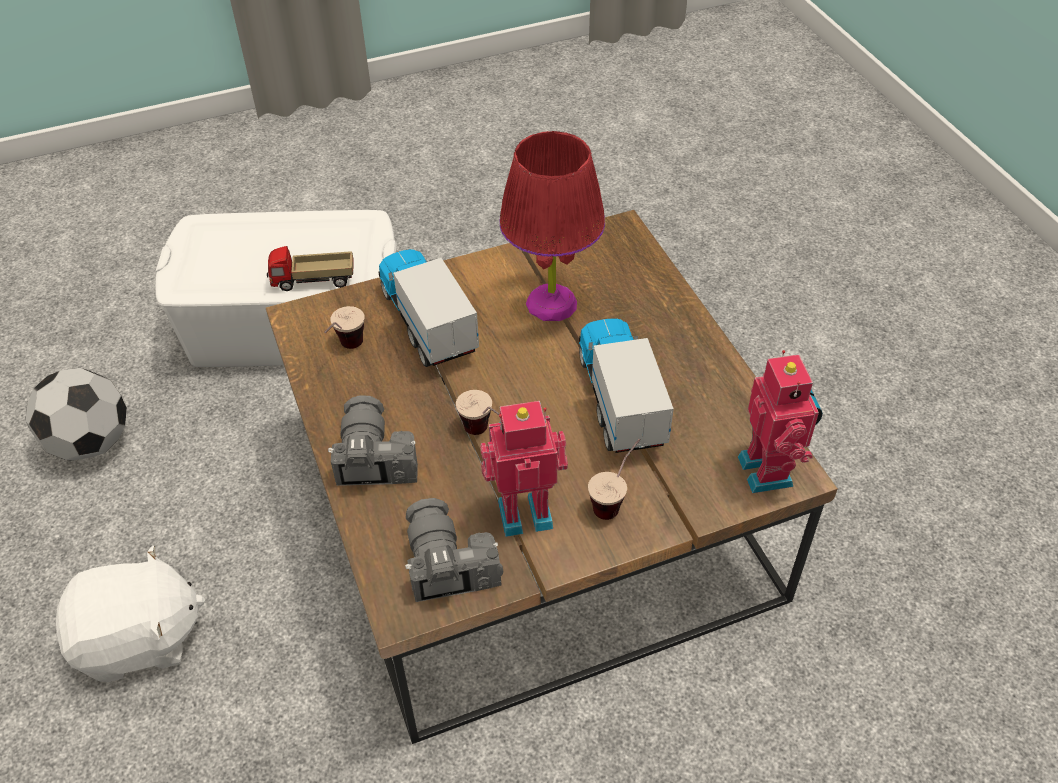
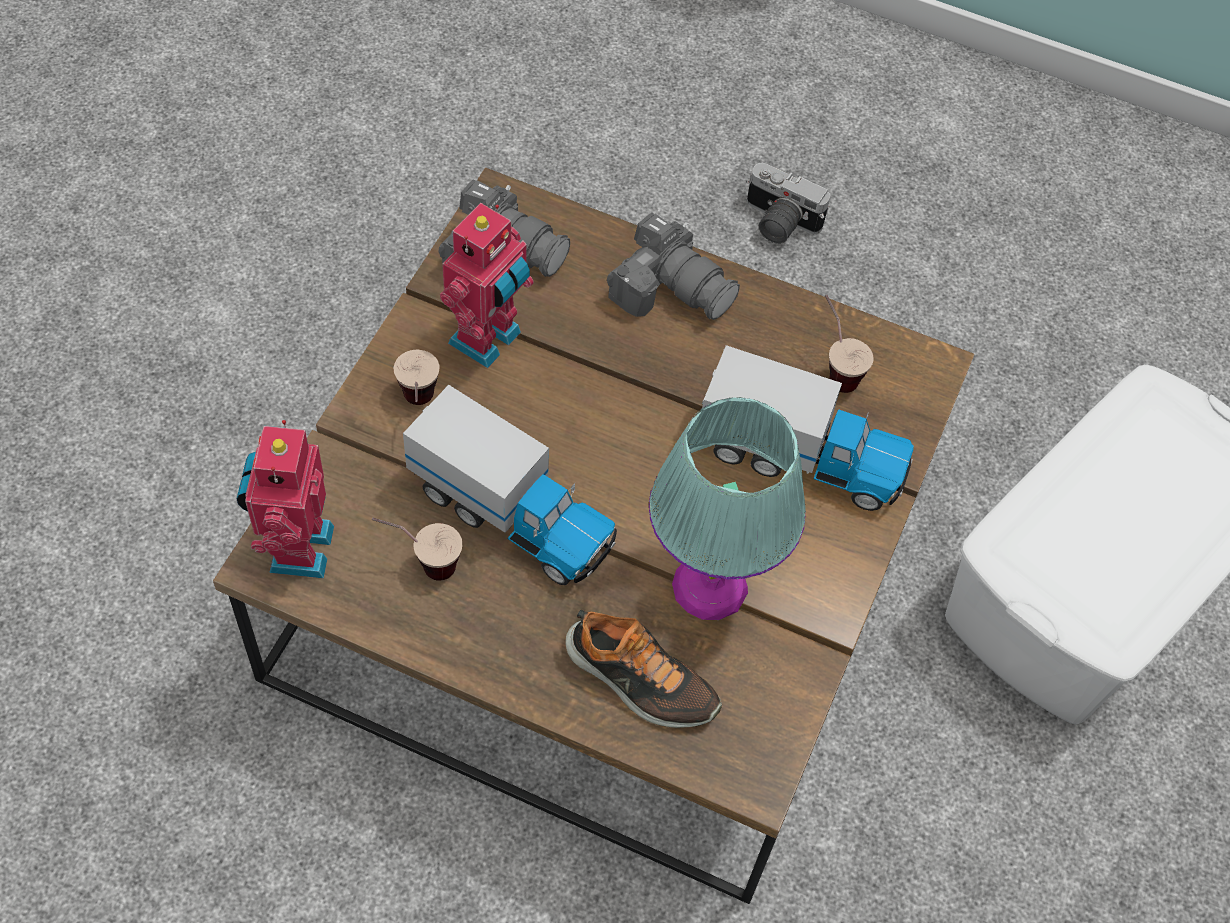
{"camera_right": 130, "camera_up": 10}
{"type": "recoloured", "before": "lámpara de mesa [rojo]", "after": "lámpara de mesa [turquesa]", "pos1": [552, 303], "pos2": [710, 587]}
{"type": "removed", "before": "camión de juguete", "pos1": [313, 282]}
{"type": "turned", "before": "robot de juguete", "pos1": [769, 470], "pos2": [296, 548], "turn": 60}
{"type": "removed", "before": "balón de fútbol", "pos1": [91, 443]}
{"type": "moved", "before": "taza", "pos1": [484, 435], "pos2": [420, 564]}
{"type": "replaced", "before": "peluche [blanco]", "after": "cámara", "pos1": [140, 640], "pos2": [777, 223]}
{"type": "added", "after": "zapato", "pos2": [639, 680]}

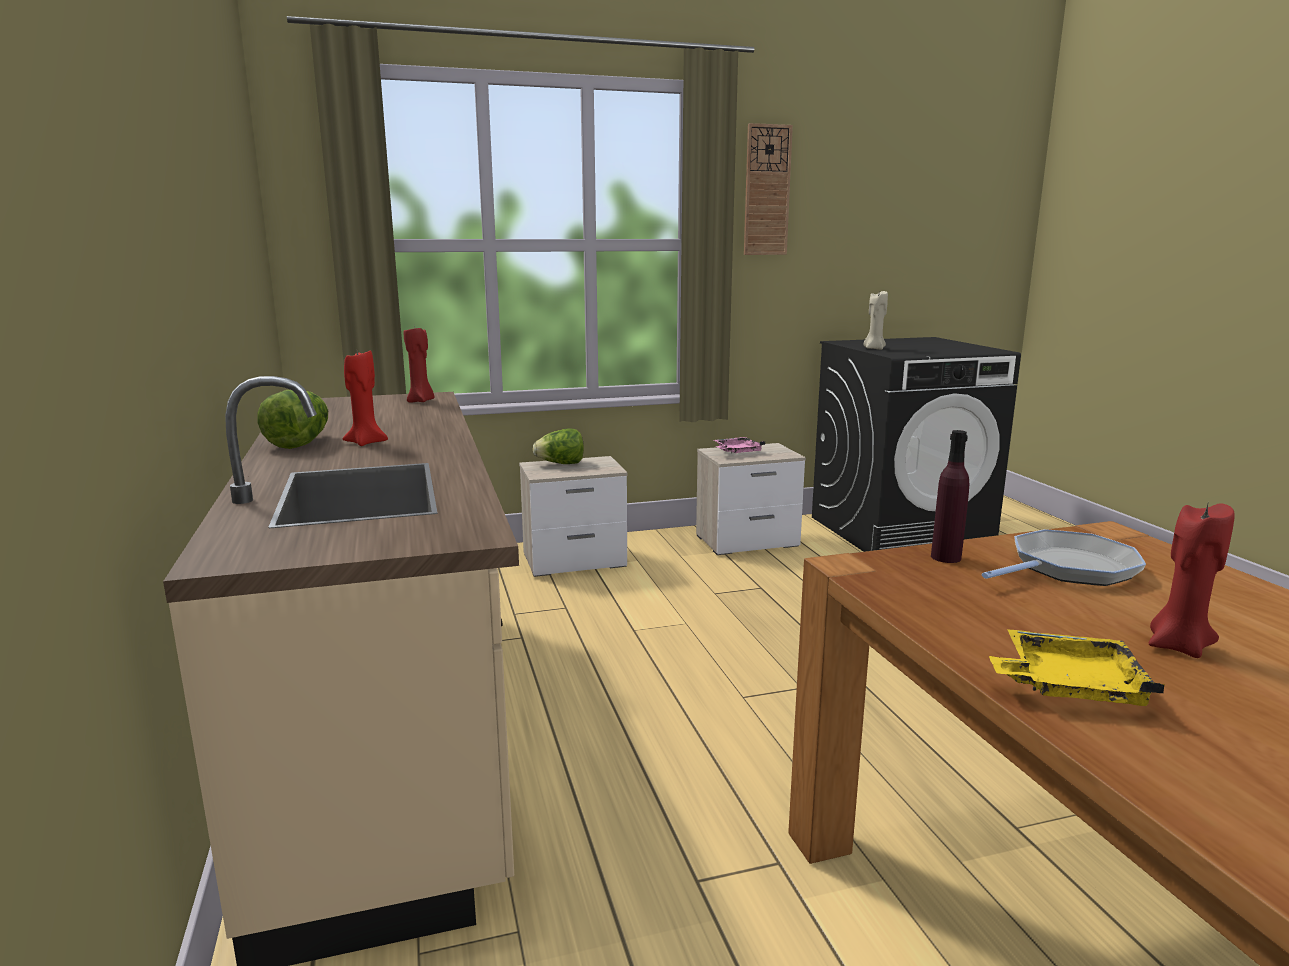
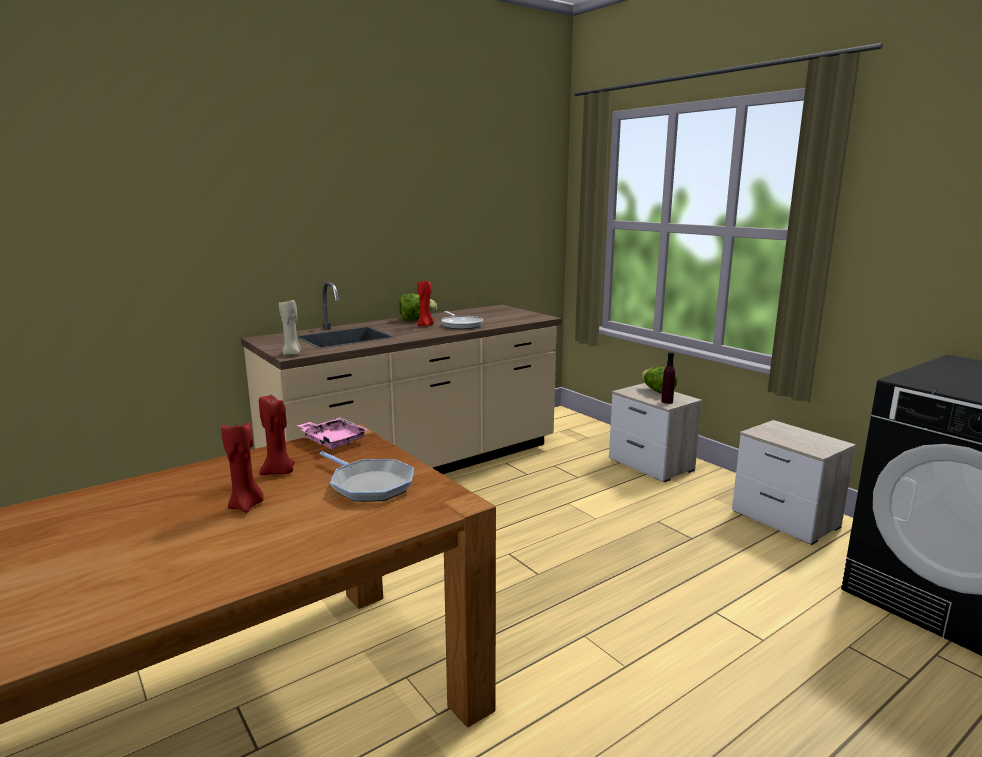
{"camera_right": 70, "camera_up": 0}
{"type": "removed", "before": "reloj de pared", "pos1": [767, 191]}
{"type": "moved", "before": "vela [beis]", "pos1": [874, 348], "pos2": [292, 353]}
{"type": "moved", "before": "vela [rojo]", "pos1": [421, 401], "pos2": [279, 472]}
{"type": "moved", "before": "botella [morado]", "pos1": [946, 557], "pos2": [667, 401]}
{"type": "moved", "before": "bandeja [rosa]", "pos1": [737, 452], "pos2": [333, 440]}
{"type": "removed", "before": "bandeja [amarillo]", "pos1": [1068, 685]}
{"type": "added", "after": "sartén", "pos2": [461, 324]}

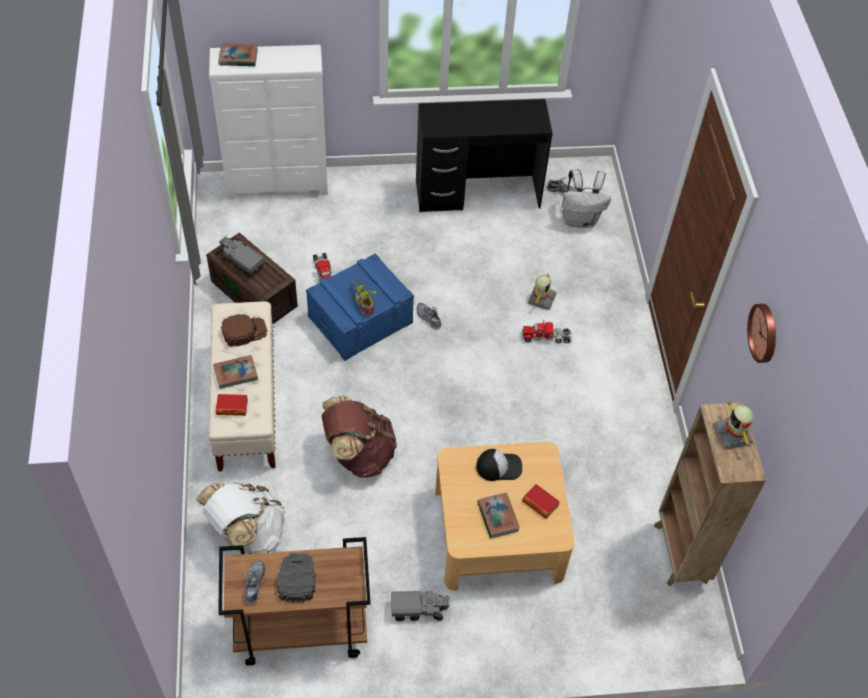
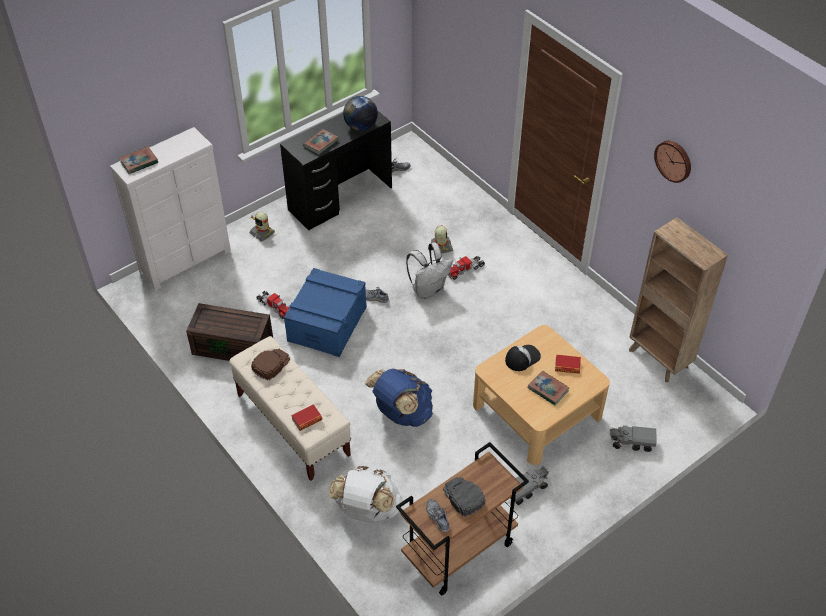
{"camera_right": -30, "camera_up": -5}
{"type": "moved", "before": "mochila [blanco]", "pos1": [580, 220], "pos2": [428, 289]}
{"type": "moved", "before": "camión de juguete", "pos1": [241, 262], "pos2": [631, 442]}
{"type": "removed", "before": "zapato", "pos1": [362, 300]}
{"type": "moved", "before": "libro", "pos1": [236, 373], "pos2": [321, 143]}
{"type": "recoloured", "before": "mochila [marrón]", "after": "mochila [azul]", "pos1": [358, 454], "pos2": [401, 413]}
{"type": "moved", "before": "robot de juguete", "pos1": [733, 434], "pos2": [262, 233]}
{"type": "added", "after": "globo terráqueo", "pos2": [361, 127]}

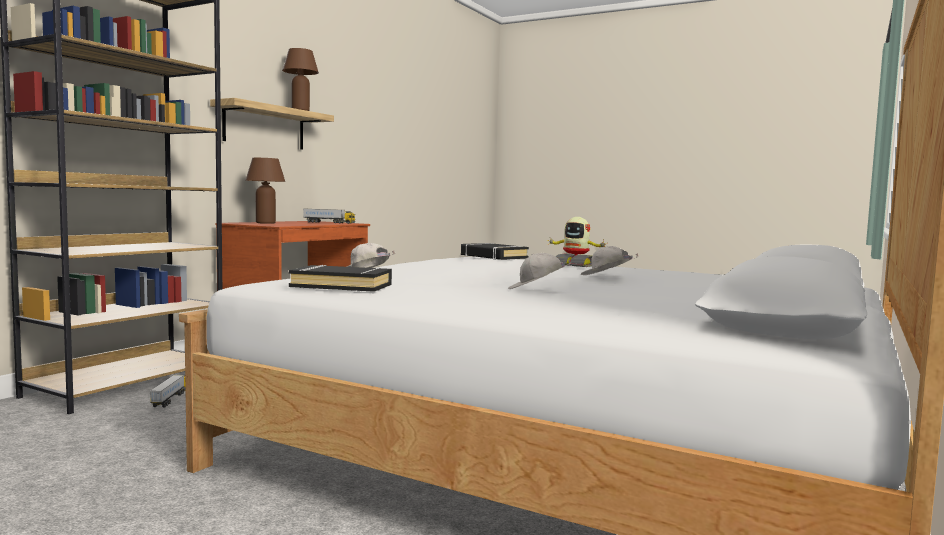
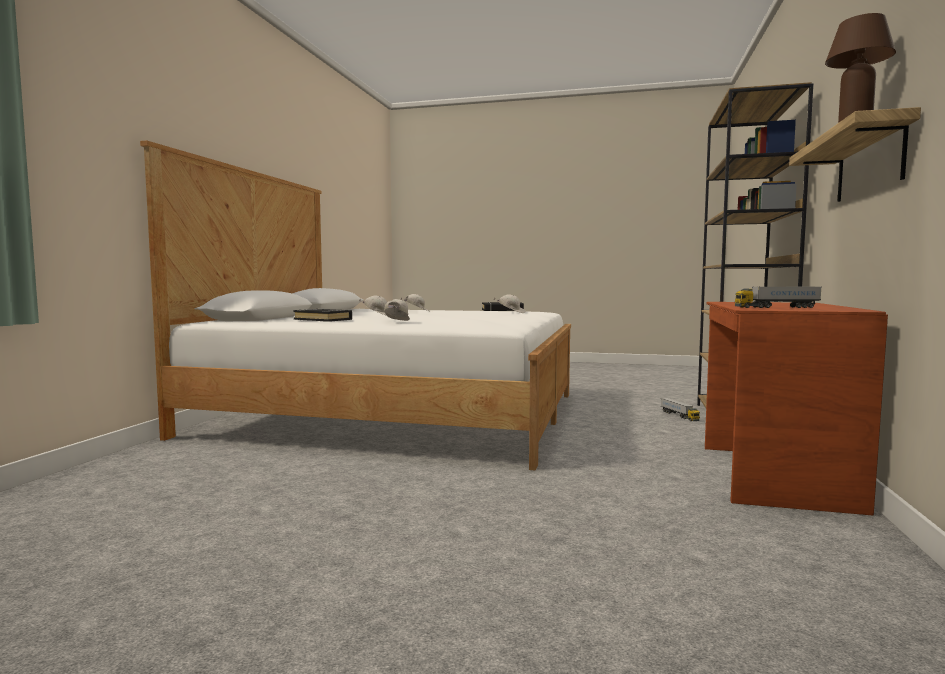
{"camera_right": 165, "camera_up": 0}
{"type": "removed", "before": "lámpara de mesa [marrón]", "pos1": [265, 223]}
{"type": "replaced", "before": "robot de juguete", "after": "gorra [blanco]", "pos1": [575, 265], "pos2": [396, 321]}
{"type": "moved", "before": "libro [negro]", "pos1": [493, 257], "pos2": [323, 319]}

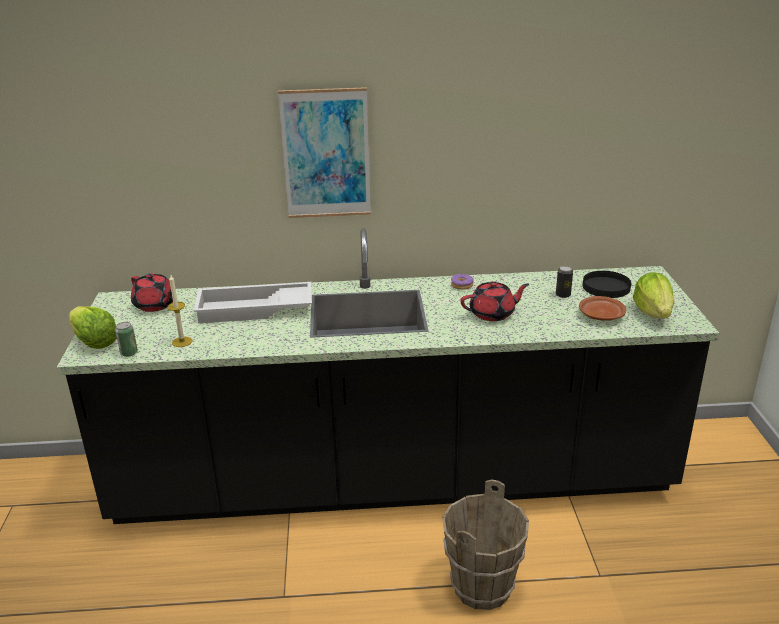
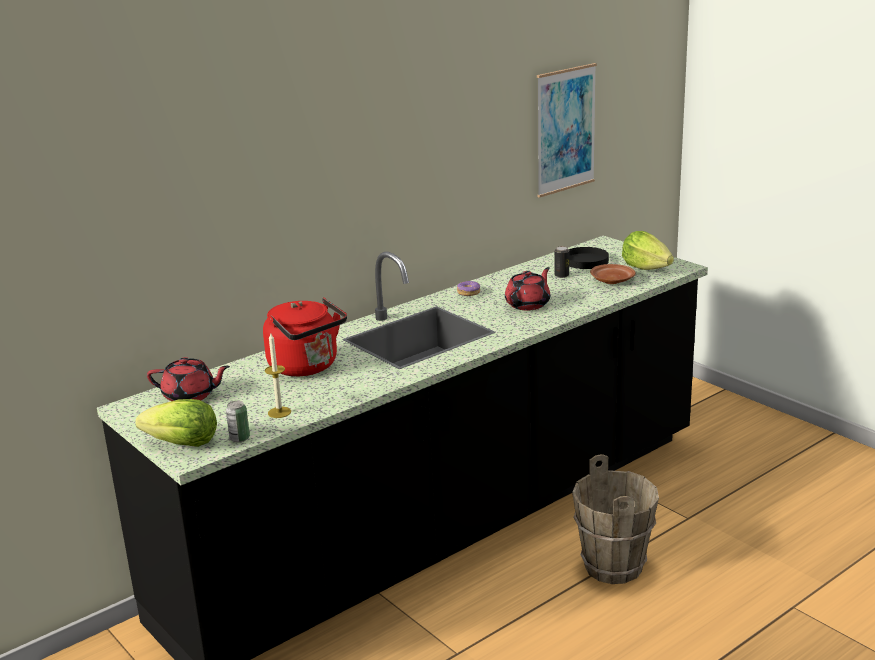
{"camera_right": -35, "camera_up": -5}
{"type": "moved", "before": "cuadro", "pos1": [326, 154], "pos2": [565, 130]}
{"type": "replaced", "before": "bandeja [blanco]", "after": "hervidor [rojo]", "pos1": [254, 310], "pos2": [307, 367]}

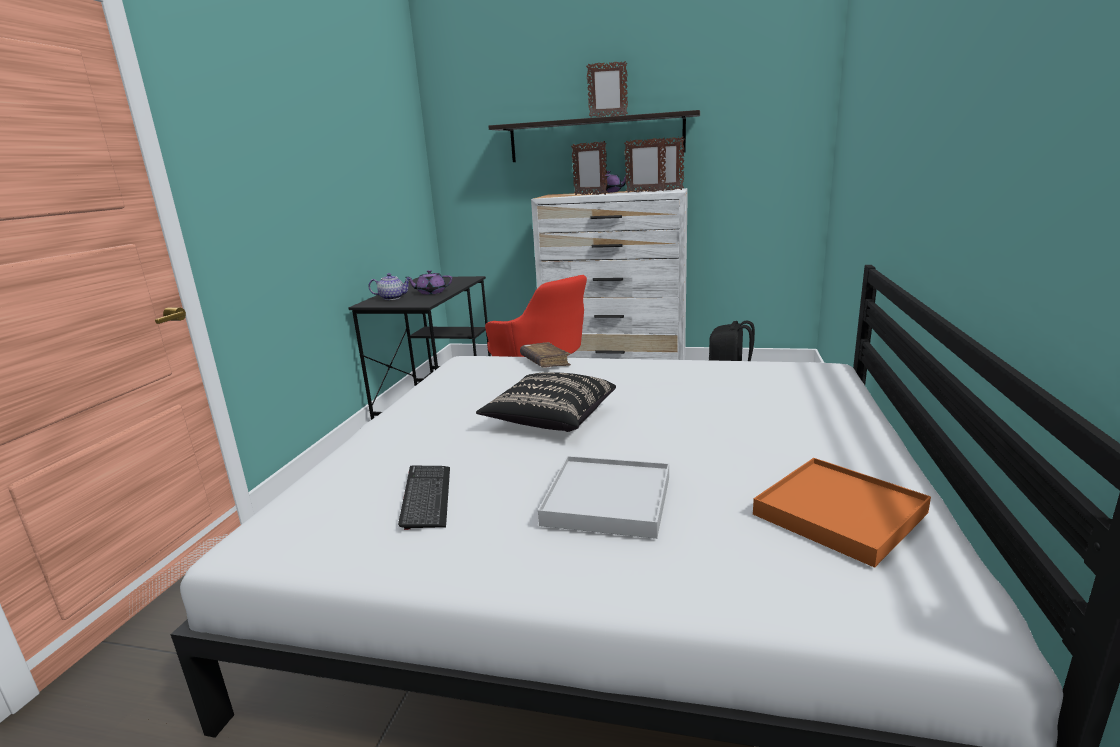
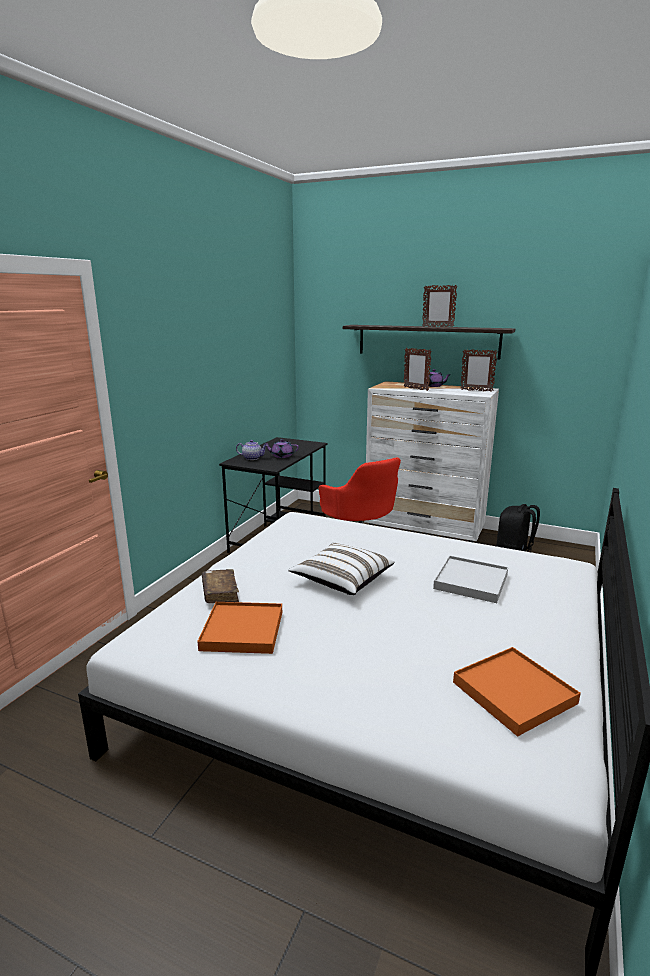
{"camera_right": 10, "camera_up": 0}
{"type": "removed", "before": "portarretratos", "pos1": [645, 192]}
{"type": "moved", "before": "libro [marrón]", "pos1": [545, 362], "pos2": [220, 592]}
{"type": "recoloured", "before": "cojín [negro]", "after": "cojín [blanco]", "pos1": [550, 419], "pos2": [342, 580]}
{"type": "moved", "before": "bandeja [blanco]", "pos1": [607, 501], "pos2": [470, 582]}
{"type": "replaced", "before": "teclado", "after": "bandeja [naranja]", "pos1": [427, 497], "pos2": [242, 630]}

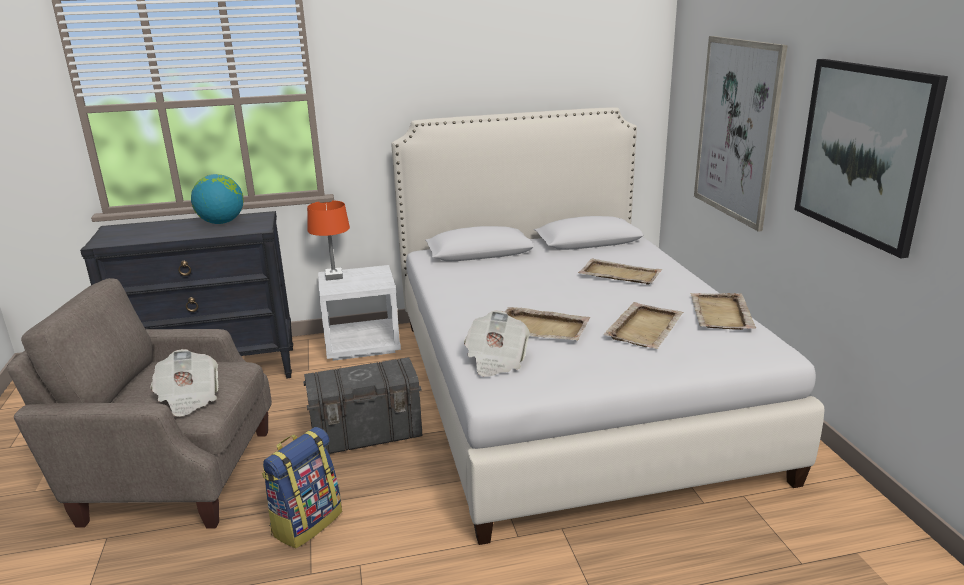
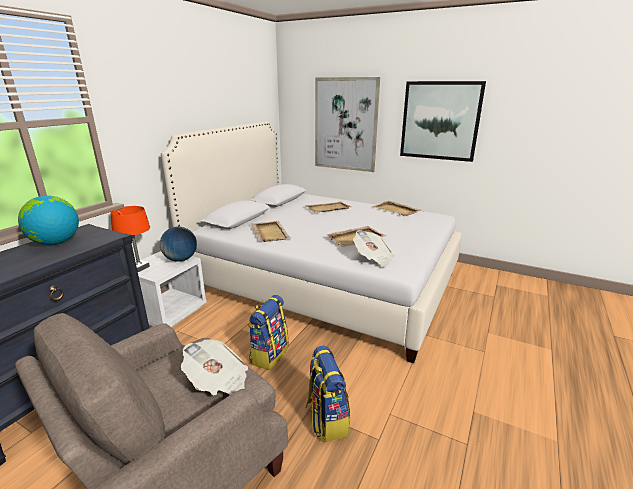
{"camera_right": -50, "camera_up": 0}
{"type": "moved", "before": "bandeja [beis]", "pos1": [644, 327], "pos2": [270, 232]}
{"type": "replaced", "before": "caja de almacenaje [gris]", "after": "mochila", "pos1": [367, 434], "pos2": [269, 354]}
{"type": "added", "after": "globo terráqueo", "pos2": [181, 259]}

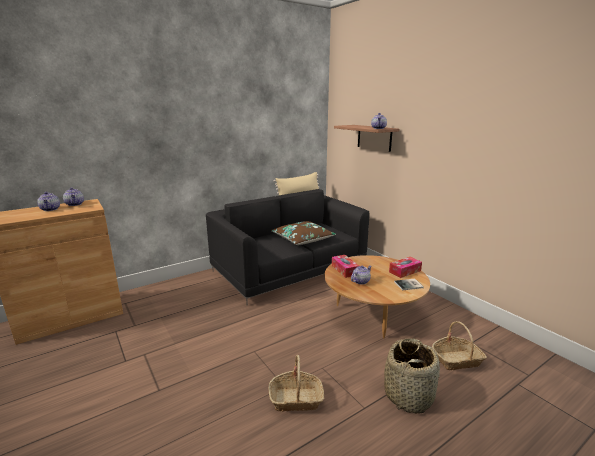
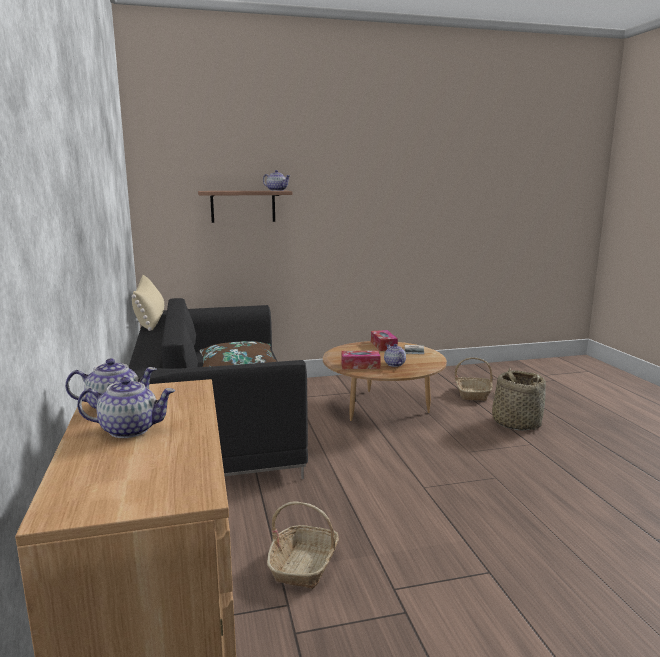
{"camera_right": -70, "camera_up": -5}
{"type": "moved", "before": "cesta", "pos1": [296, 399], "pos2": [304, 565]}

